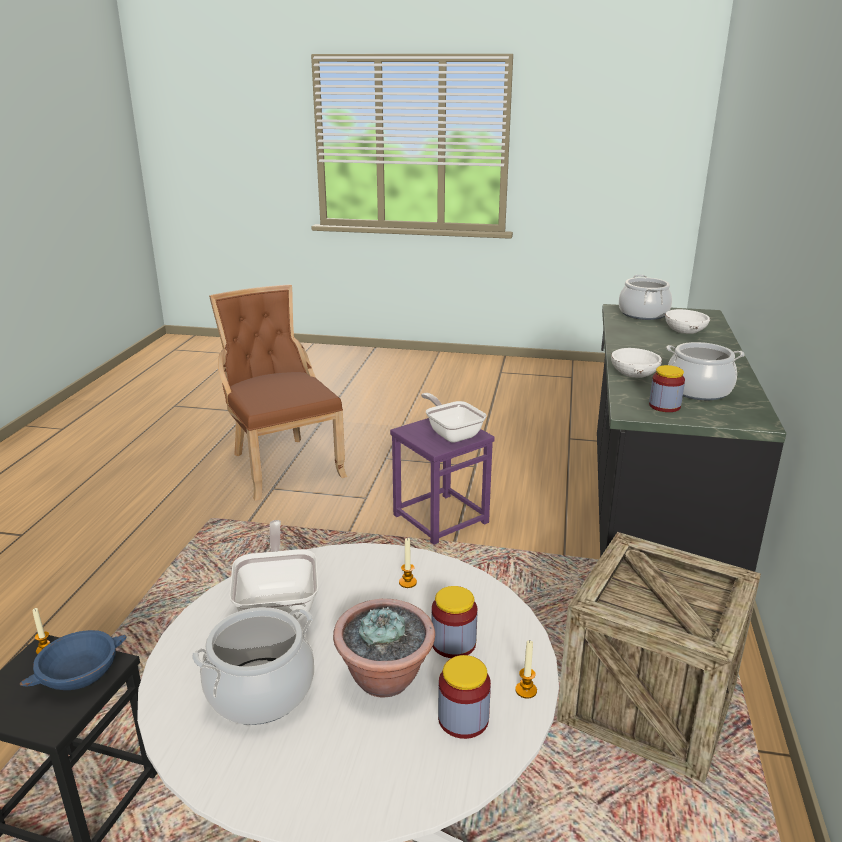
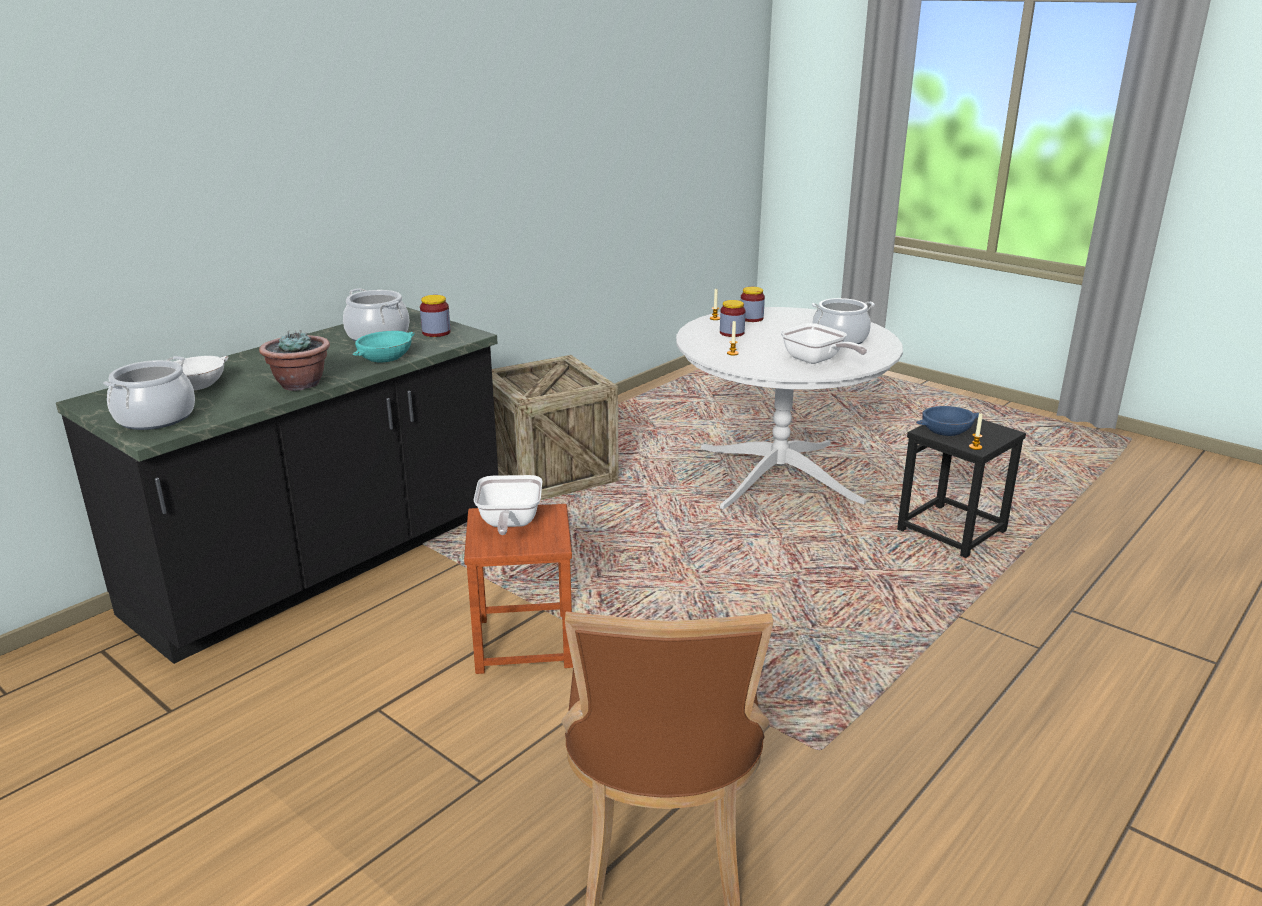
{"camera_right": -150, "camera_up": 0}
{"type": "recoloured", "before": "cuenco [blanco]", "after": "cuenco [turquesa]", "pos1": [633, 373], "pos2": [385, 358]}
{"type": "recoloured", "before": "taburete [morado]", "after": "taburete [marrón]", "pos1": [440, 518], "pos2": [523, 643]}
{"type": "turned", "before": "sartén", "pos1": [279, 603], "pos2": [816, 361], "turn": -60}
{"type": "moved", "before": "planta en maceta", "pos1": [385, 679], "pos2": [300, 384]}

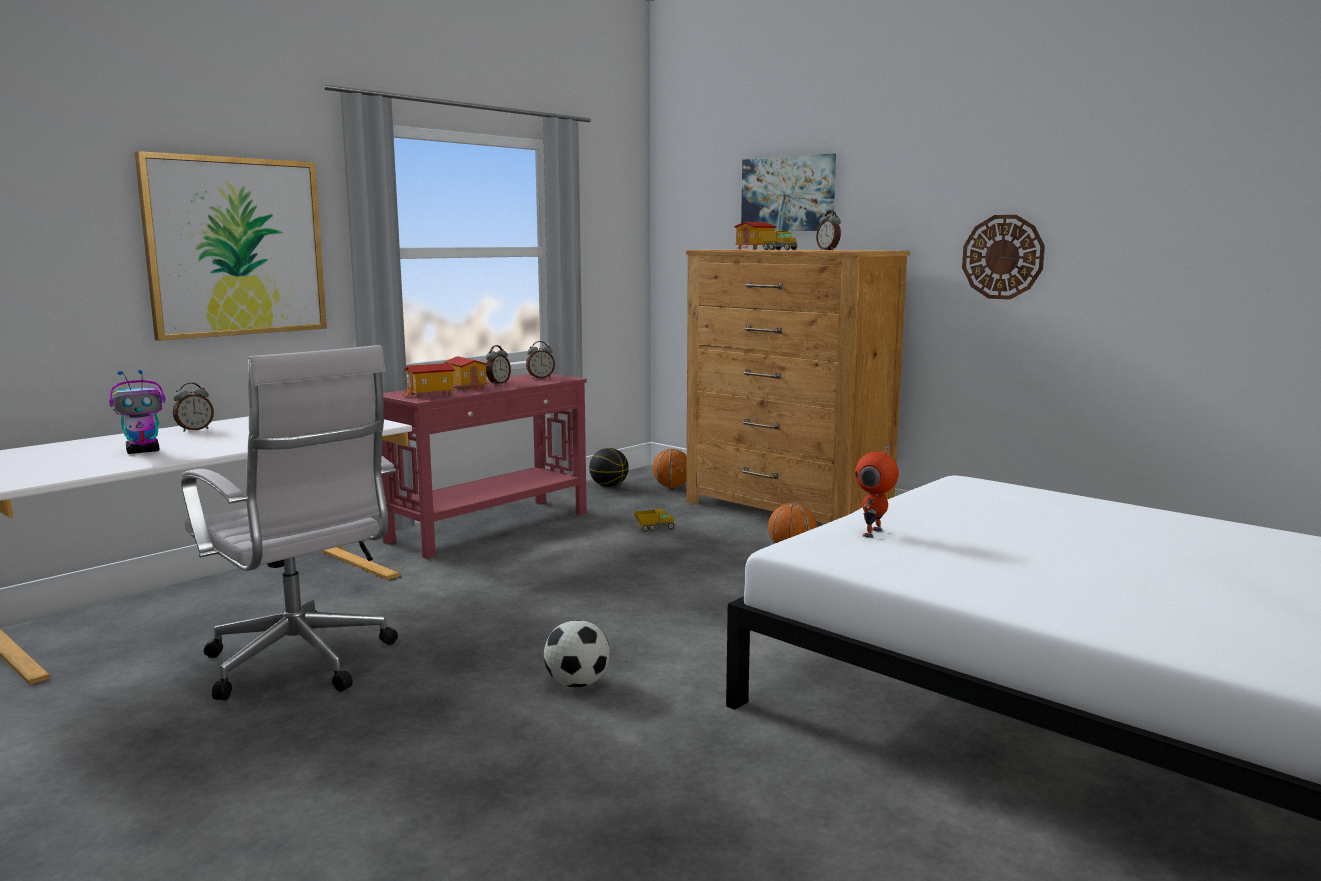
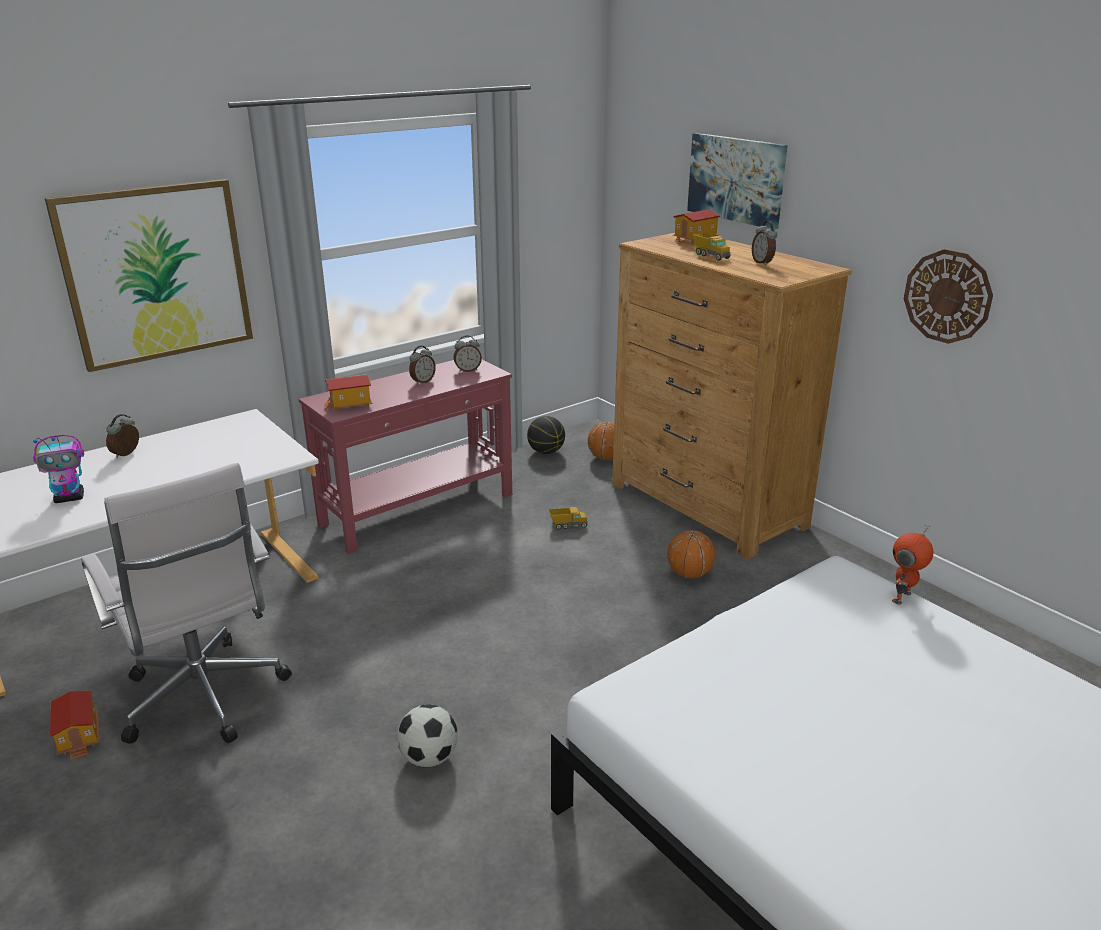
{"camera_right": 10, "camera_up": 15}
{"type": "moved", "before": "casita", "pos1": [467, 387], "pos2": [80, 736]}
{"type": "turned", "before": "despertador", "pos1": [194, 430], "pos2": [127, 454], "turn": 150}
{"type": "moved", "before": "robot de juguete", "pos1": [874, 533], "pos2": [903, 598]}

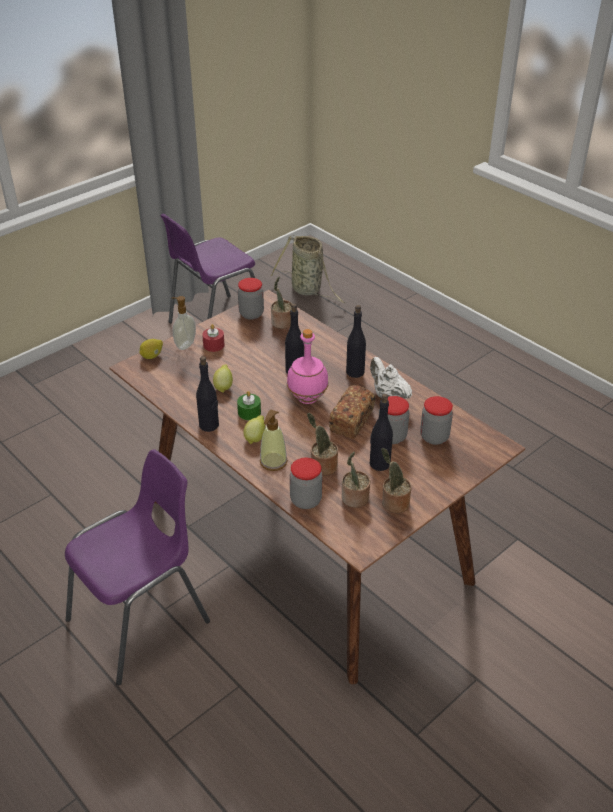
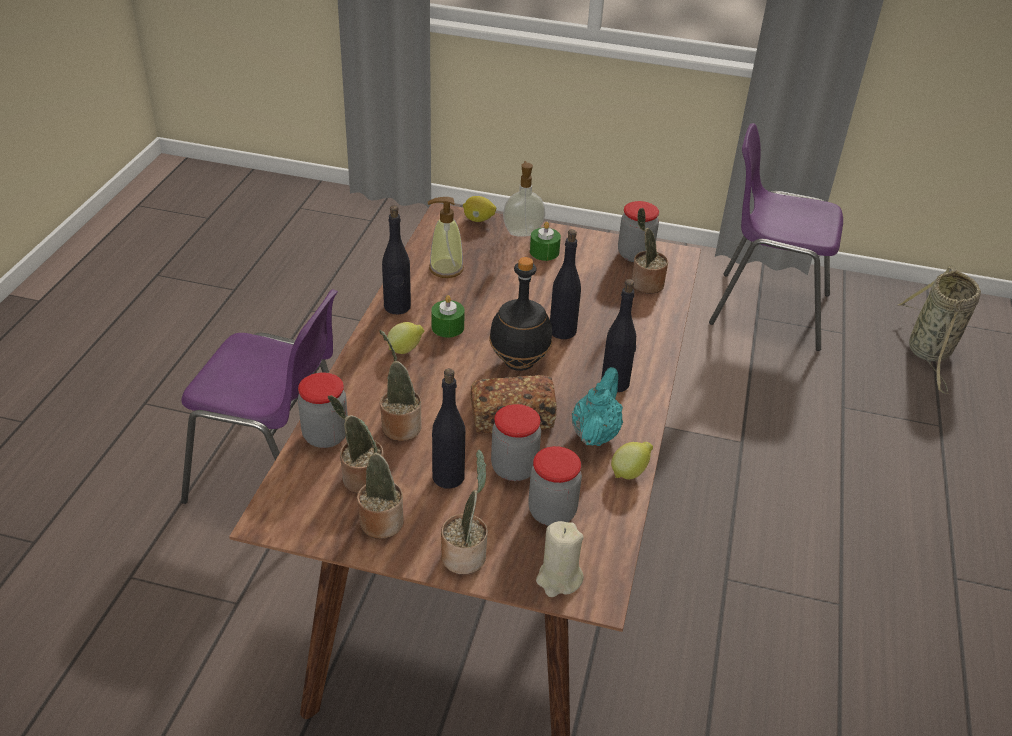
{"camera_right": 55, "camera_up": 0}
{"type": "recoloured", "before": "vela [rojo]", "after": "vela [verde]", "pos1": [213, 345], "pos2": [544, 252]}
{"type": "recoloured", "before": "botella [rosa]", "after": "botella [negro]", "pos1": [308, 398], "pos2": [519, 363]}
{"type": "recoloured", "before": "tetera [blanco]", "after": "tetera [turquesa]", "pos1": [388, 396], "pos2": [595, 433]}
{"type": "moved", "before": "limón", "pos1": [223, 387], "pos2": [630, 472]}
{"type": "moved", "before": "dispensador de jabón", "pos1": [273, 462], "pos2": [446, 269]}
{"type": "added", "after": "planta en maceta", "pos2": [465, 554]}
{"type": "added", "after": "vela [beis]", "pos2": [558, 579]}

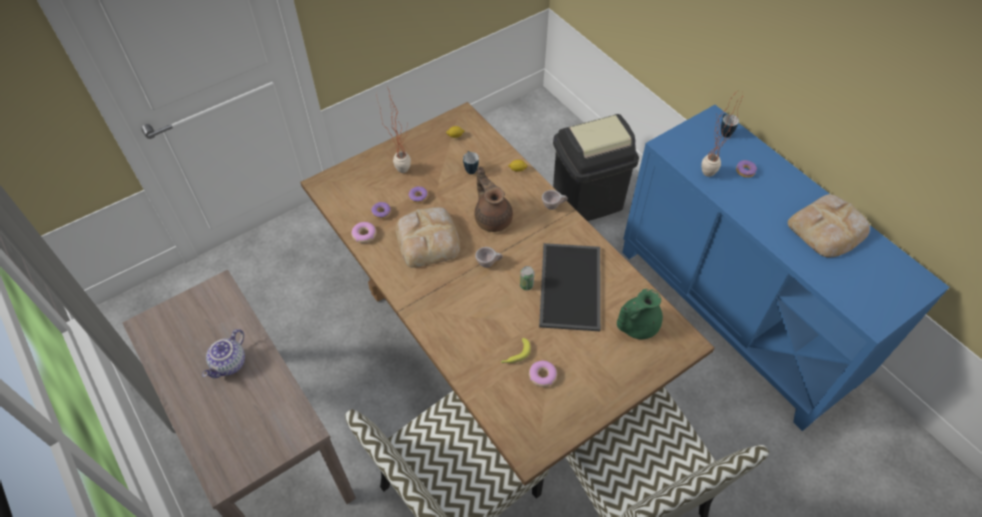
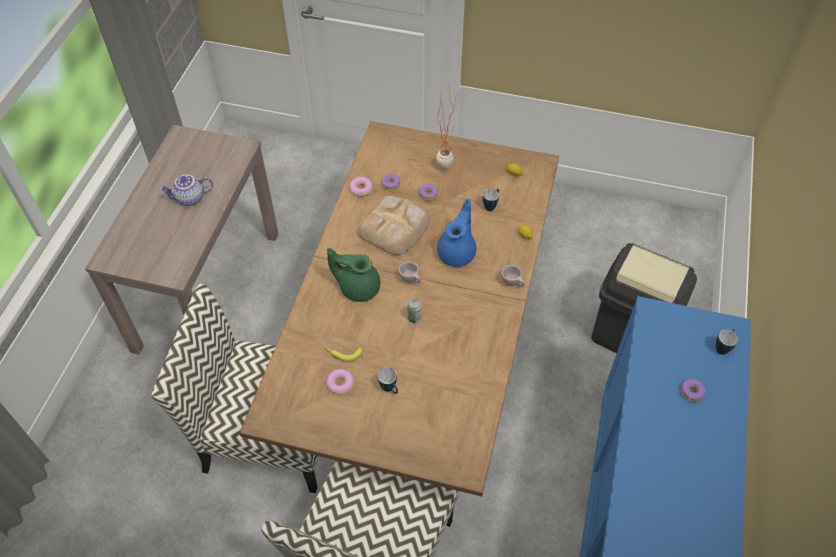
{"camera_right": 50, "camera_up": 0}
{"type": "removed", "before": "planta en maceta", "pos1": [705, 177]}
{"type": "recoloured", "before": "tetera [marrón]", "after": "tetera [azul]", "pos1": [492, 218], "pos2": [457, 252]}
{"type": "removed", "before": "pan", "pos1": [828, 229]}
{"type": "removed", "before": "bandeja", "pos1": [572, 287]}
{"type": "moved", "before": "tetera [verde]", "pos1": [636, 325], "pos2": [358, 287]}
{"type": "added", "after": "taza grande", "pos2": [390, 389]}

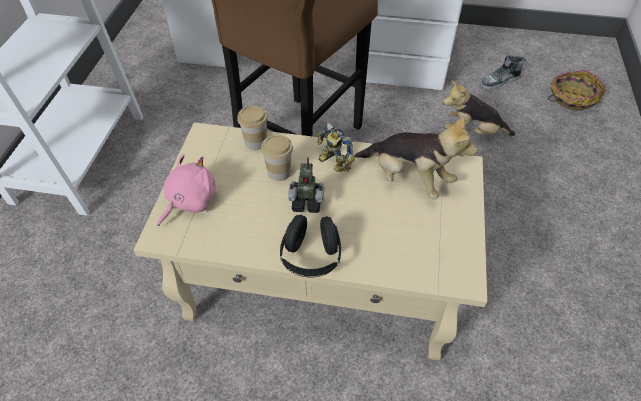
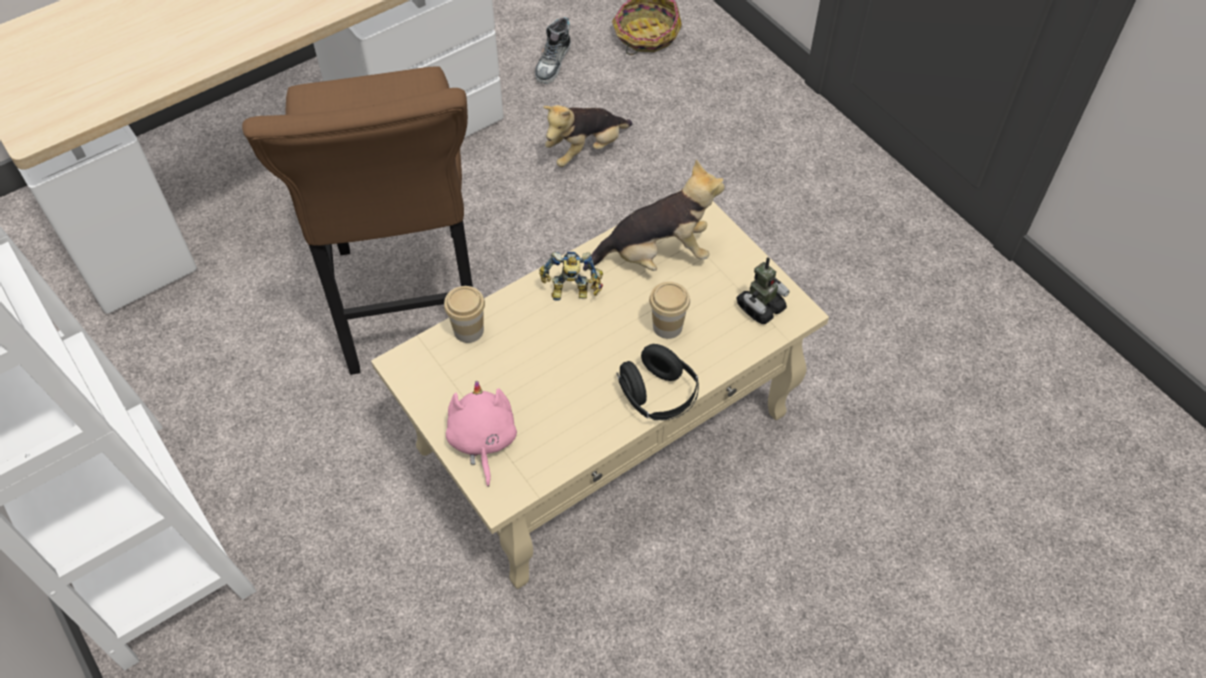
{"camera_right": -45, "camera_up": 5}
{"type": "moved", "before": "taza", "pos1": [279, 172], "pos2": [667, 326]}
{"type": "moved", "before": "robot de juguete", "pos1": [307, 202], "pos2": [760, 307]}

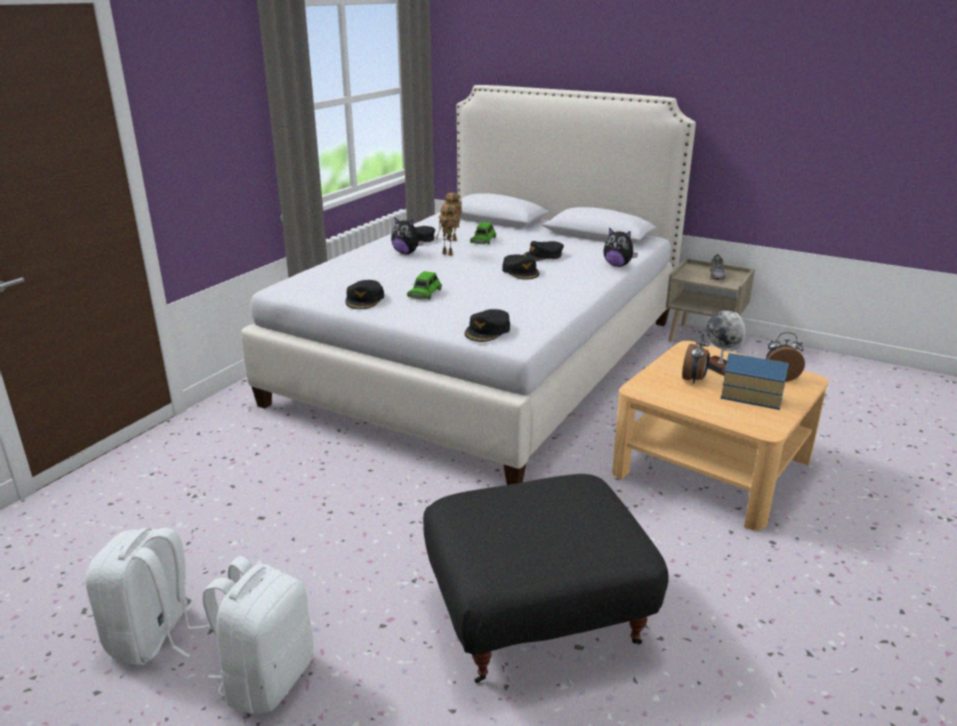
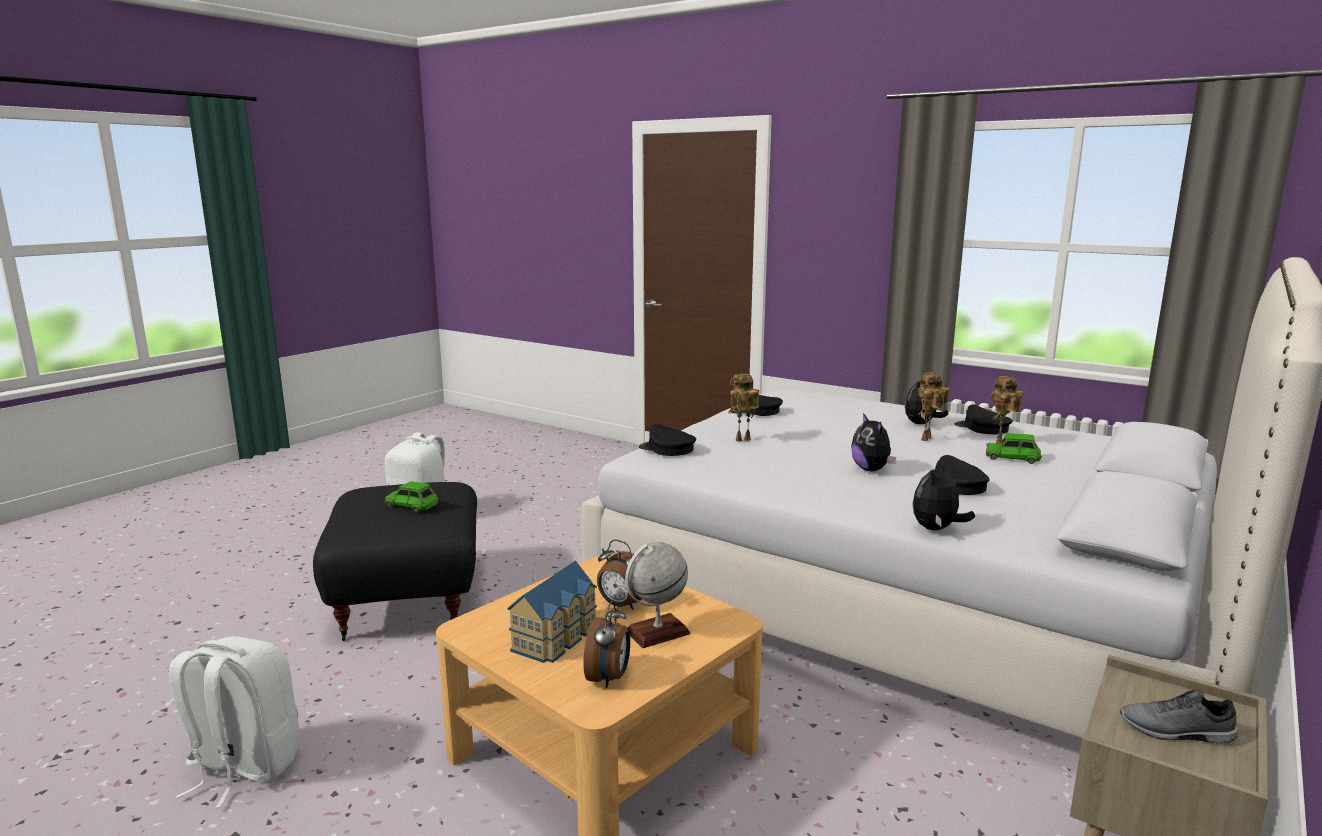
{"camera_right": 95, "camera_up": -10}
{"type": "replaced", "before": "gorra [negro]", "after": "peluche", "pos1": [521, 271], "pos2": [871, 469]}
{"type": "moved", "before": "coche de juguete [verde]", "pos1": [424, 293], "pos2": [413, 505]}
{"type": "moved", "before": "mochila [blanco]", "pos1": [154, 637], "pos2": [242, 767]}
{"type": "added", "after": "robot de juguete", "pos2": [742, 441]}

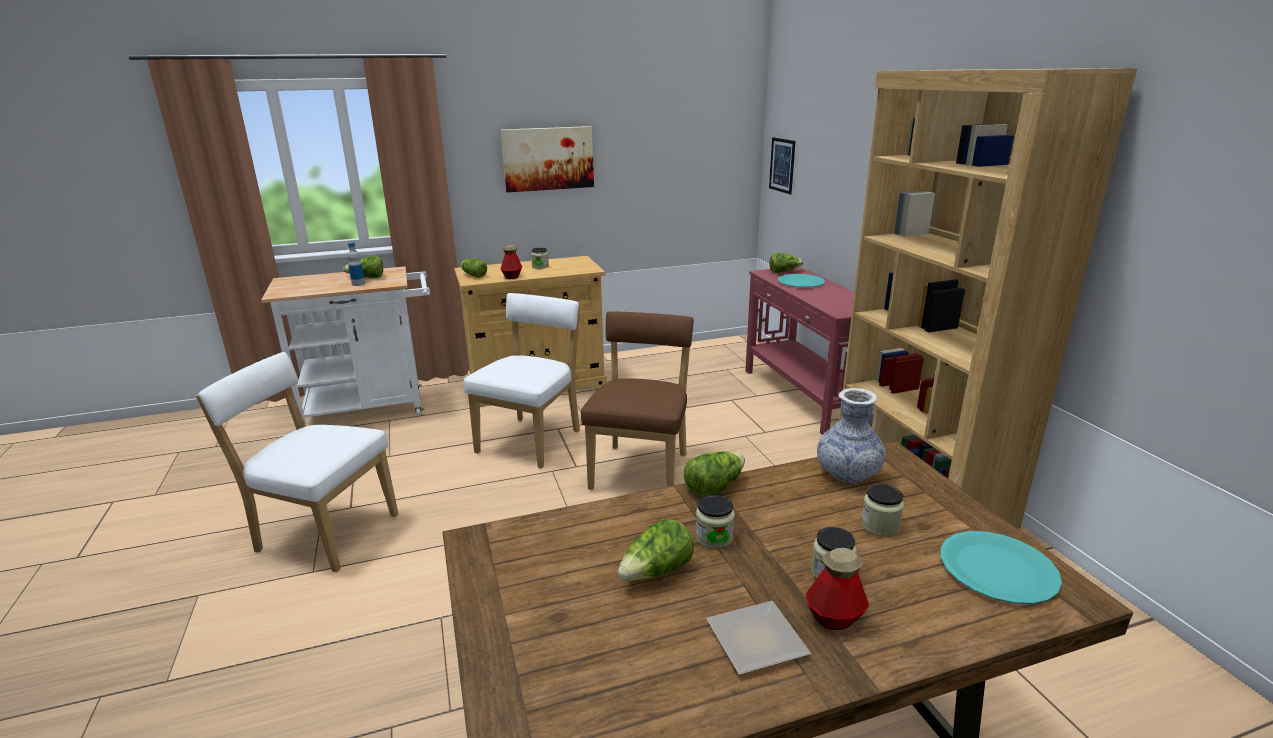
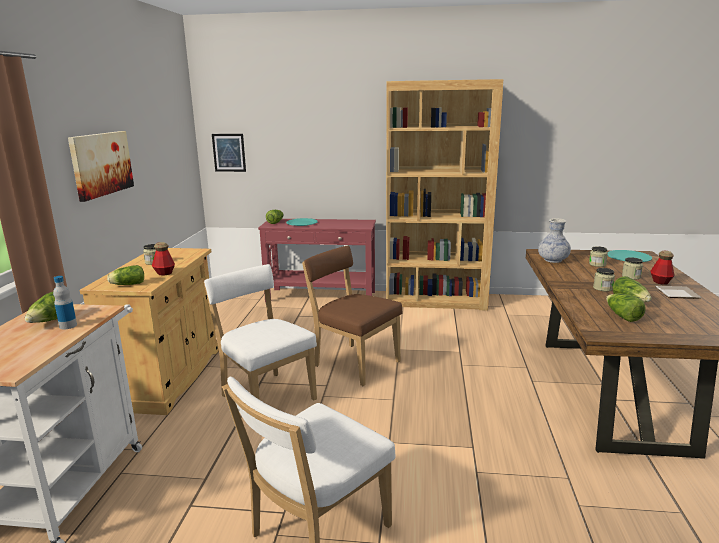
{"camera_right": -65, "camera_up": -5}
{"type": "moved", "before": "lechuga", "pos1": [714, 487], "pos2": [622, 316]}

